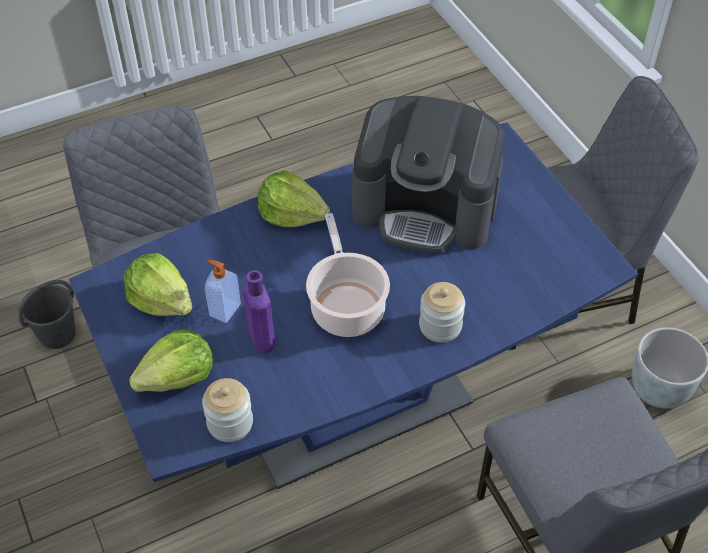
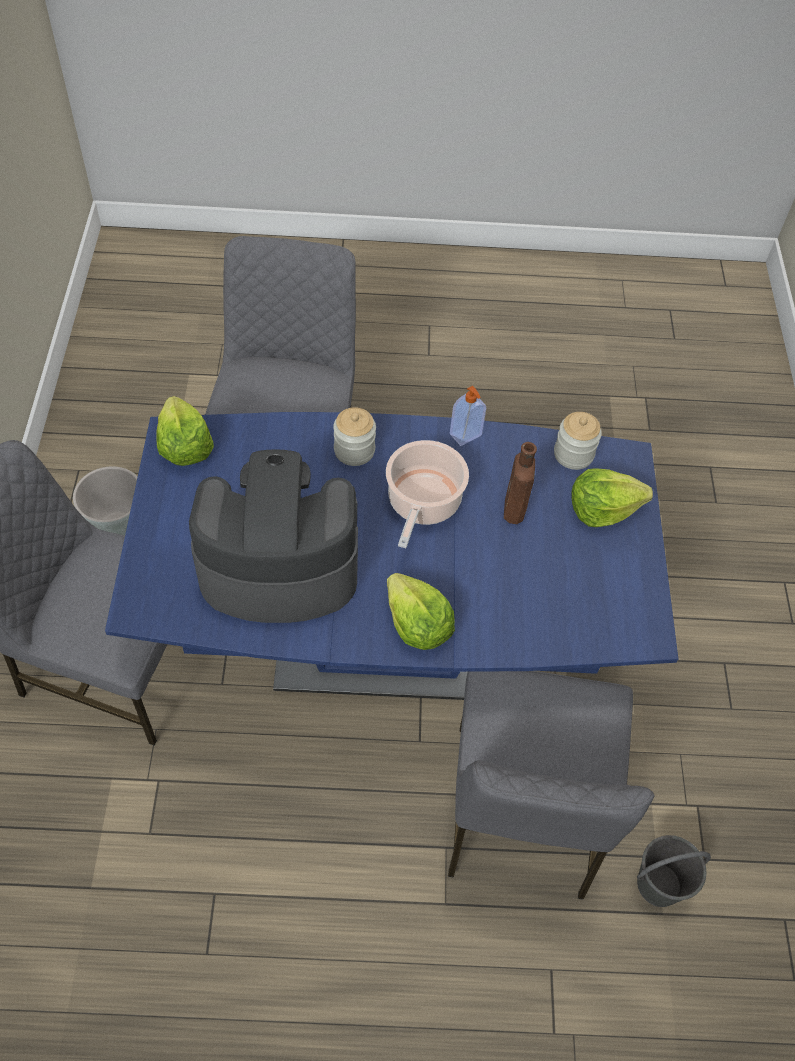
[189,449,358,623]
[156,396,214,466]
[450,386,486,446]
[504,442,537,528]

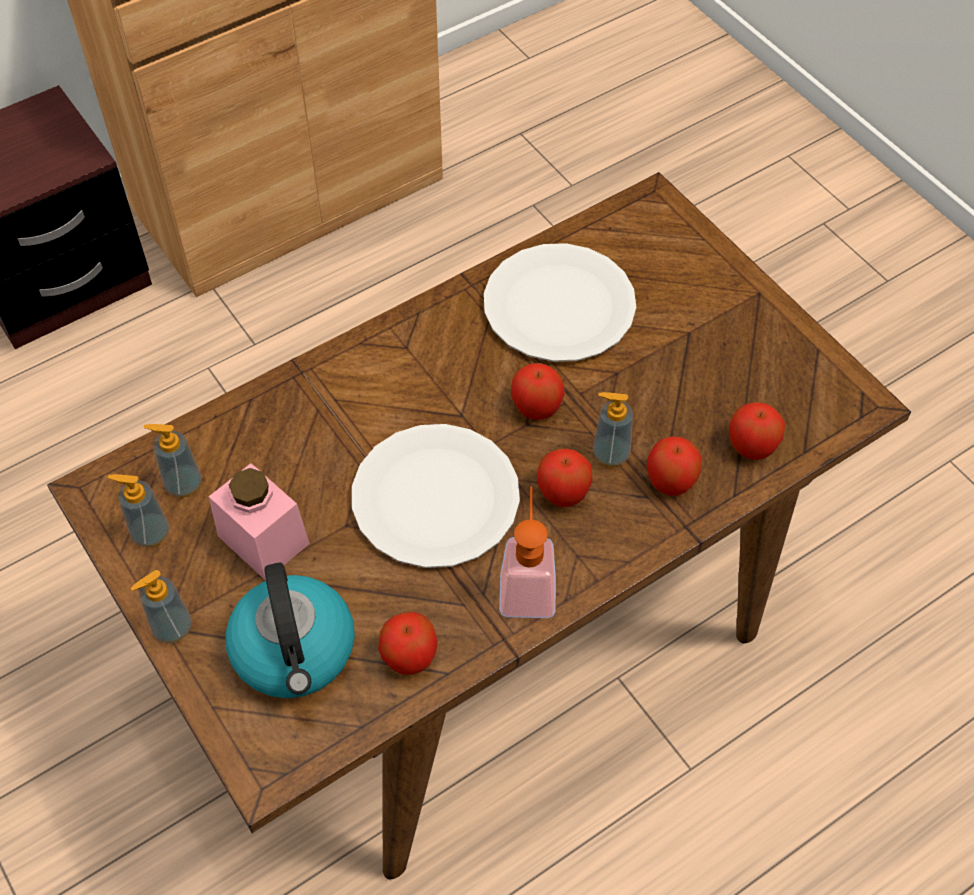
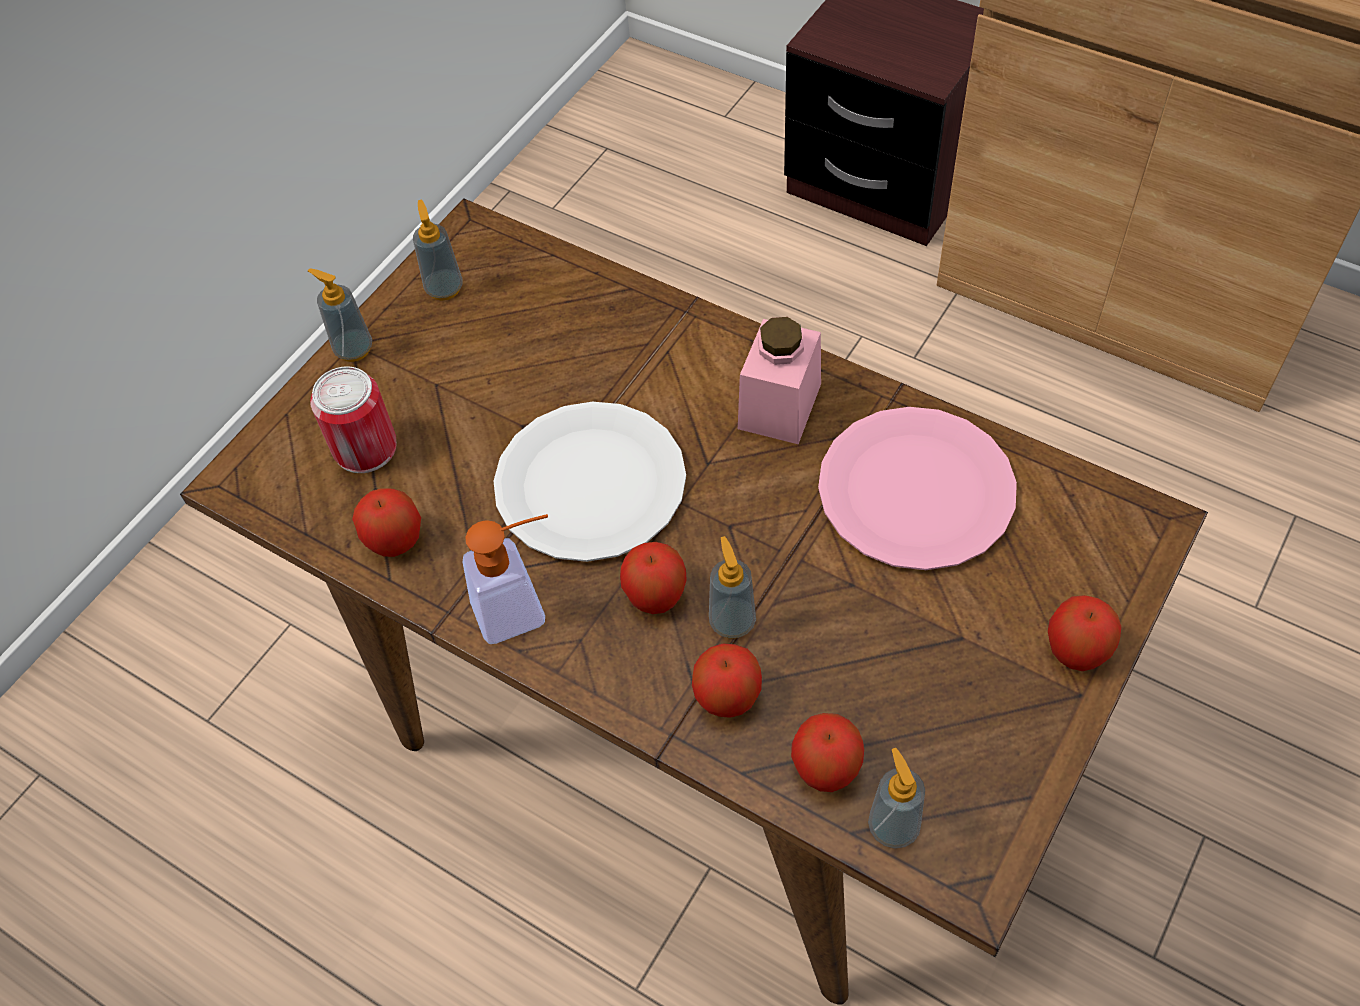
[818,407,1017,570]
[1048,595,1121,671]
[868,748,925,849]
[738,317,821,444]
[310,366,397,473]

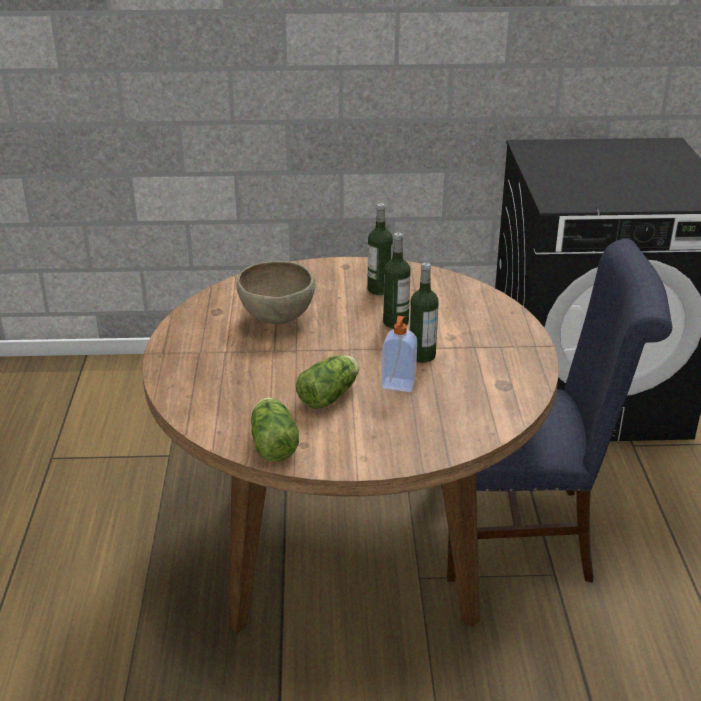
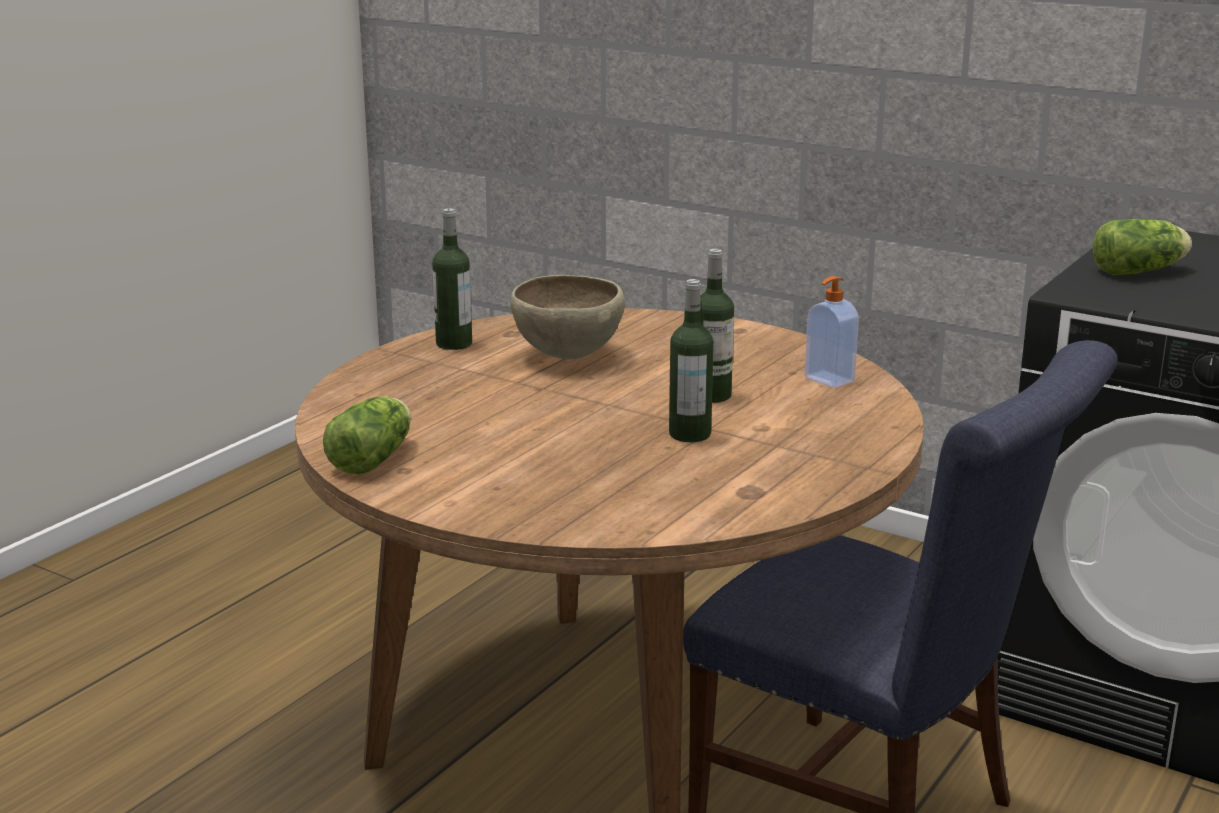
[432,208,472,350]
[805,276,859,388]
[1092,219,1192,276]

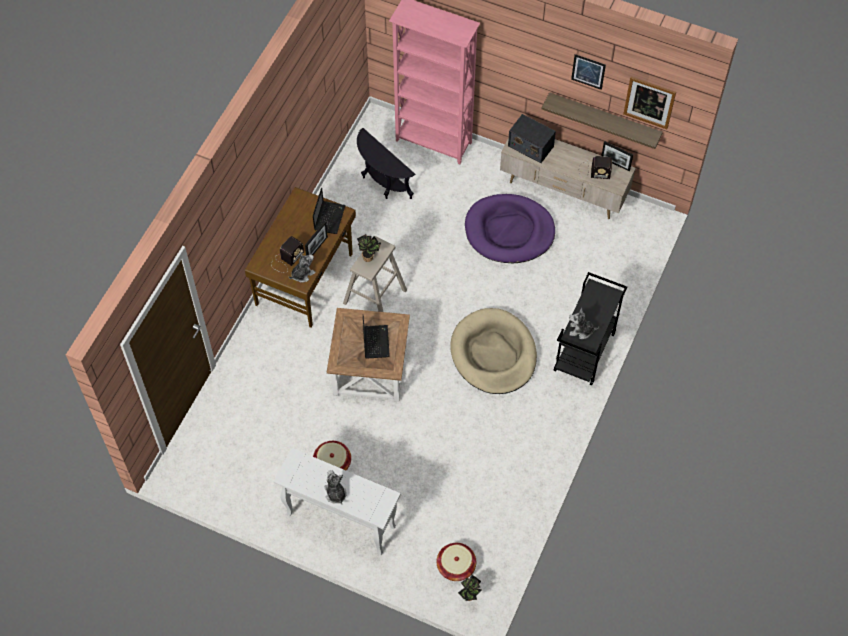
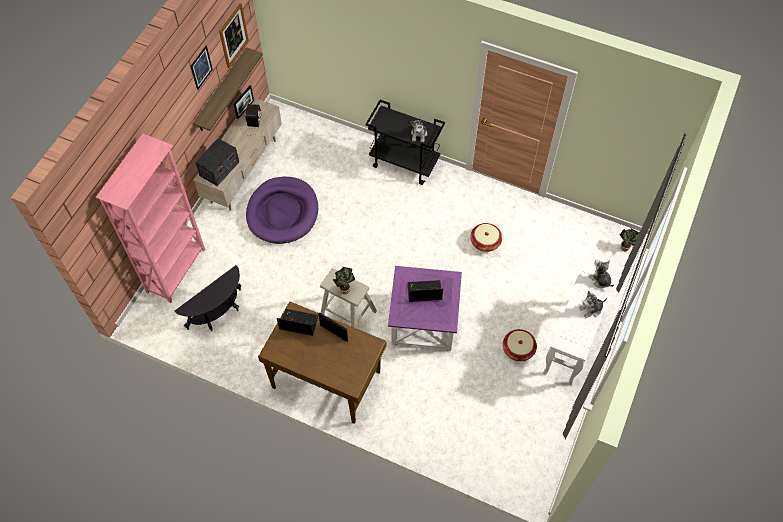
[270,236,304,273] (first image)
[588,260,614,288]
[388,266,462,351]
[450,308,537,394] (first image)
[470,223,502,252]

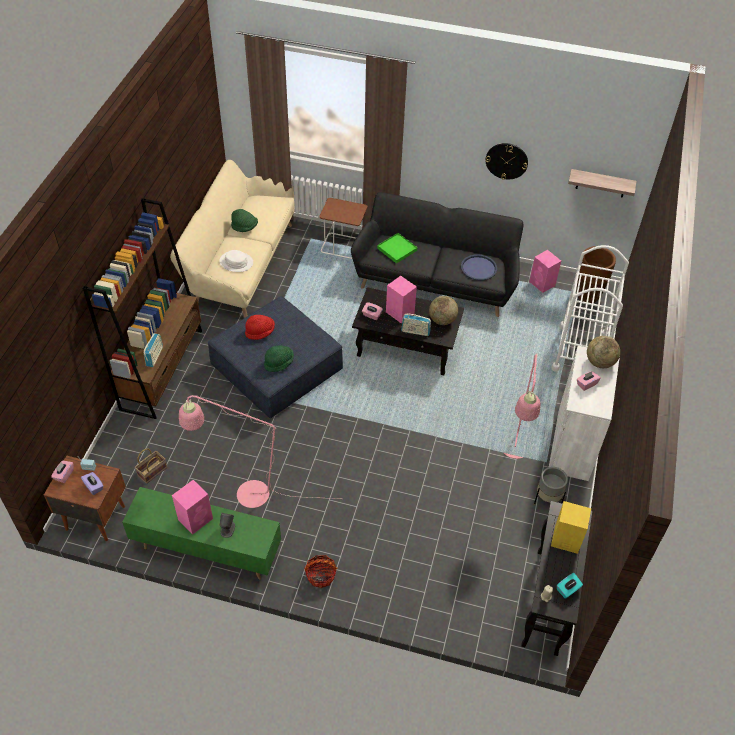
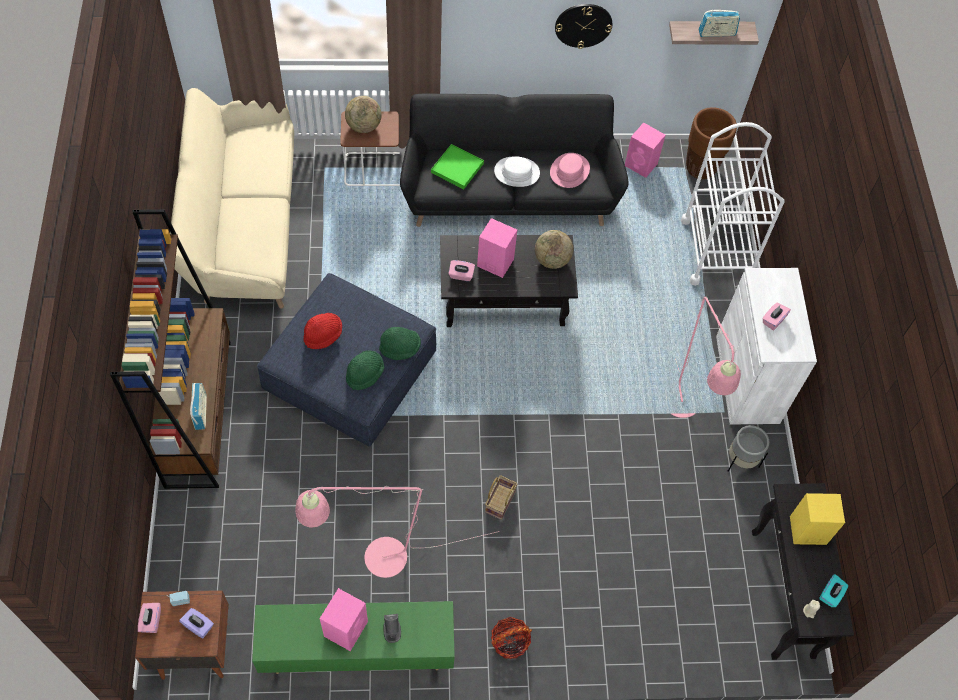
[379,327,421,360]
[494,157,540,187]
[550,153,590,188]
[699,10,740,37]
[345,96,382,133]
[485,475,517,520]

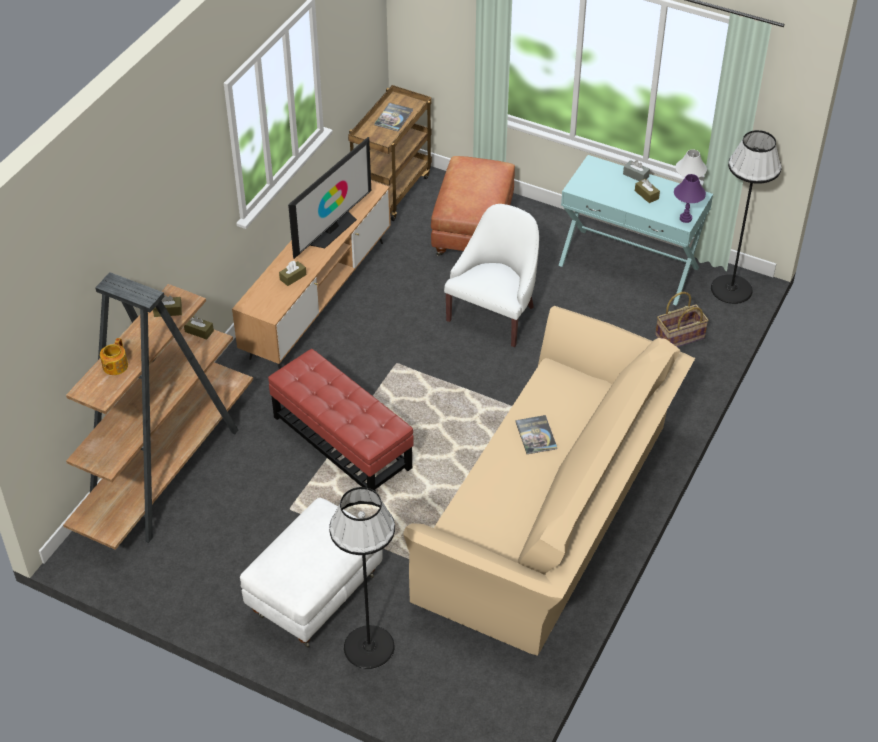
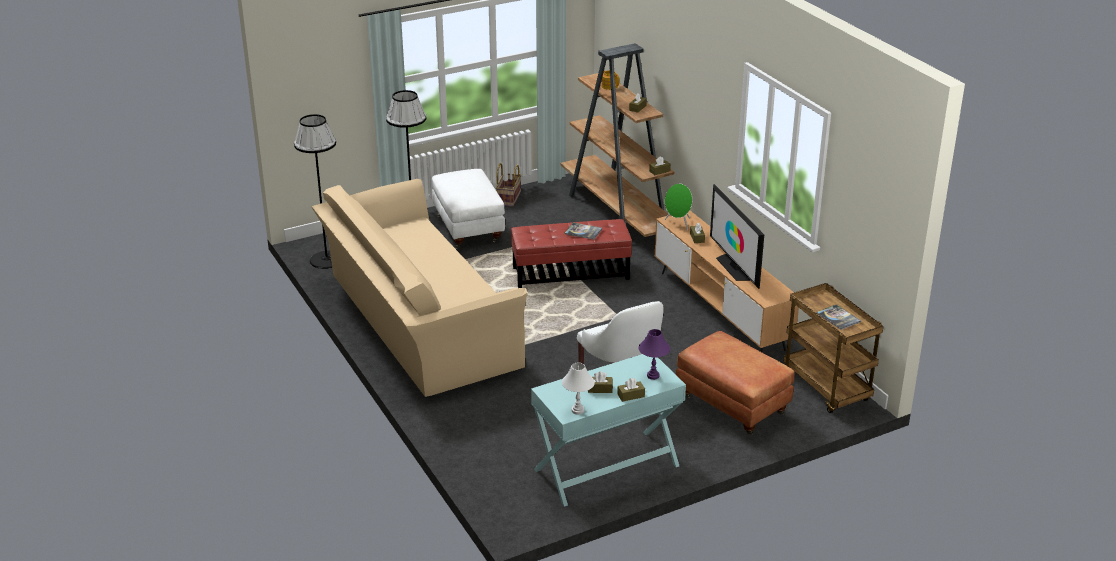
[294,114,336,269]
[617,378,645,402]
[639,329,670,380]
[496,163,521,207]
[565,223,602,240]
[665,184,692,231]

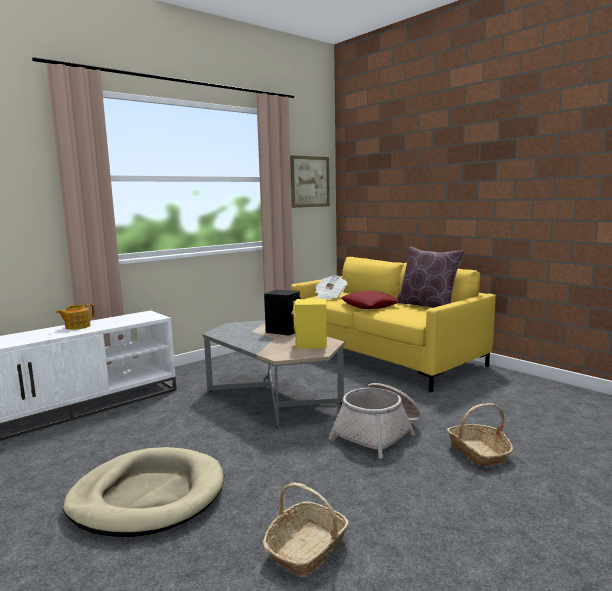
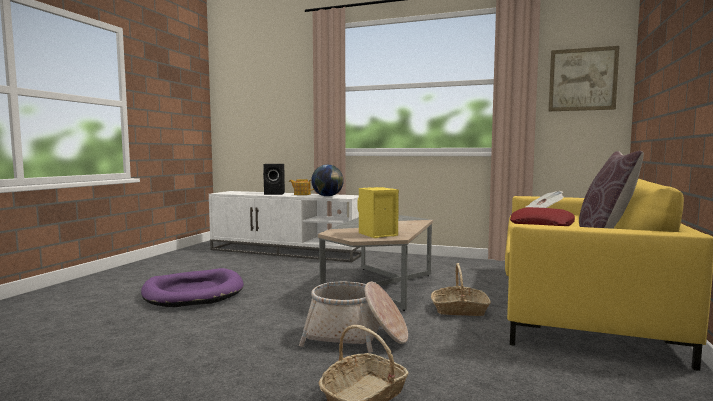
[263,164,285,195]
[141,268,244,307]
[431,263,491,316]
[311,165,344,197]

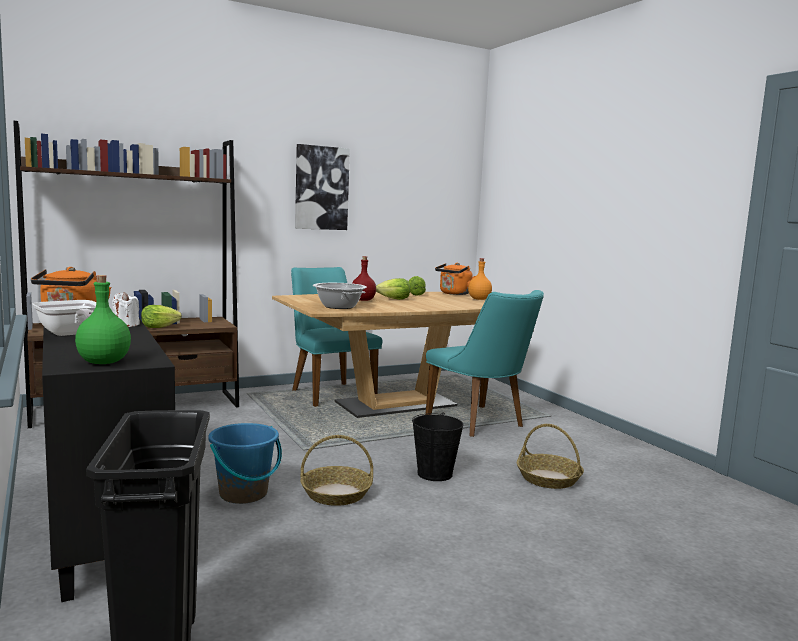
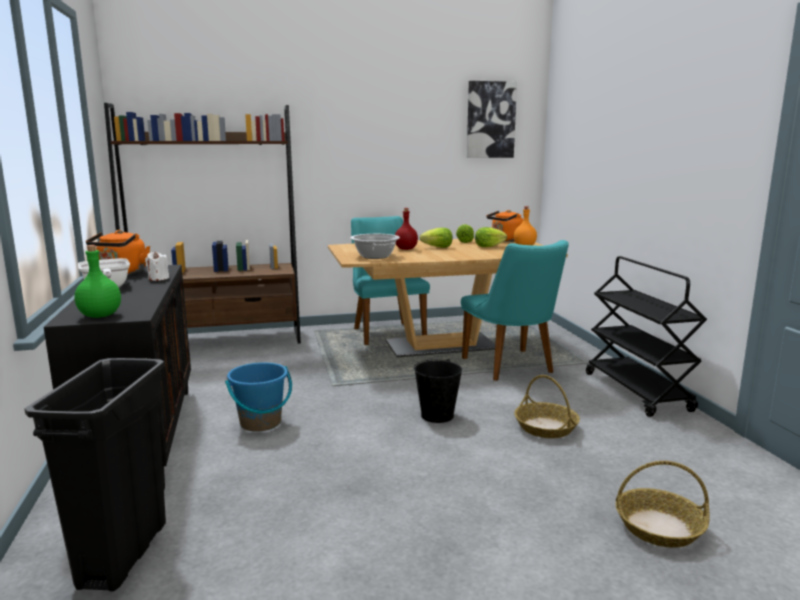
[467,81,517,158]
[475,227,507,247]
[616,461,710,548]
[586,256,707,417]

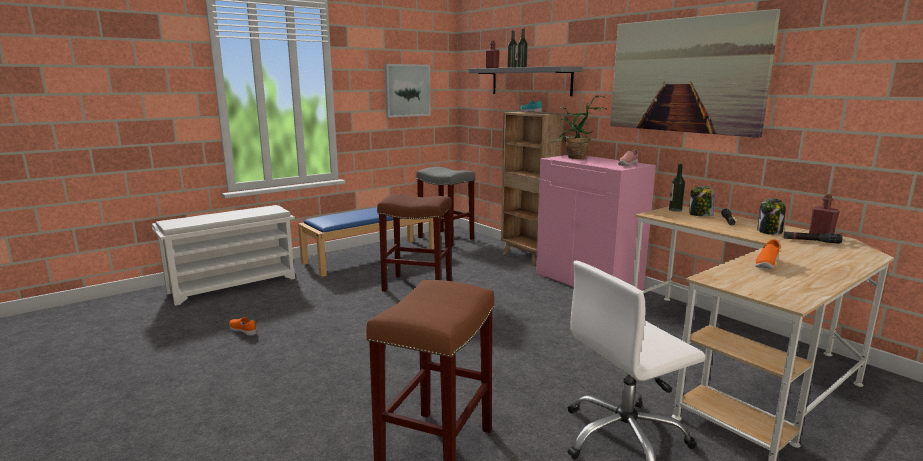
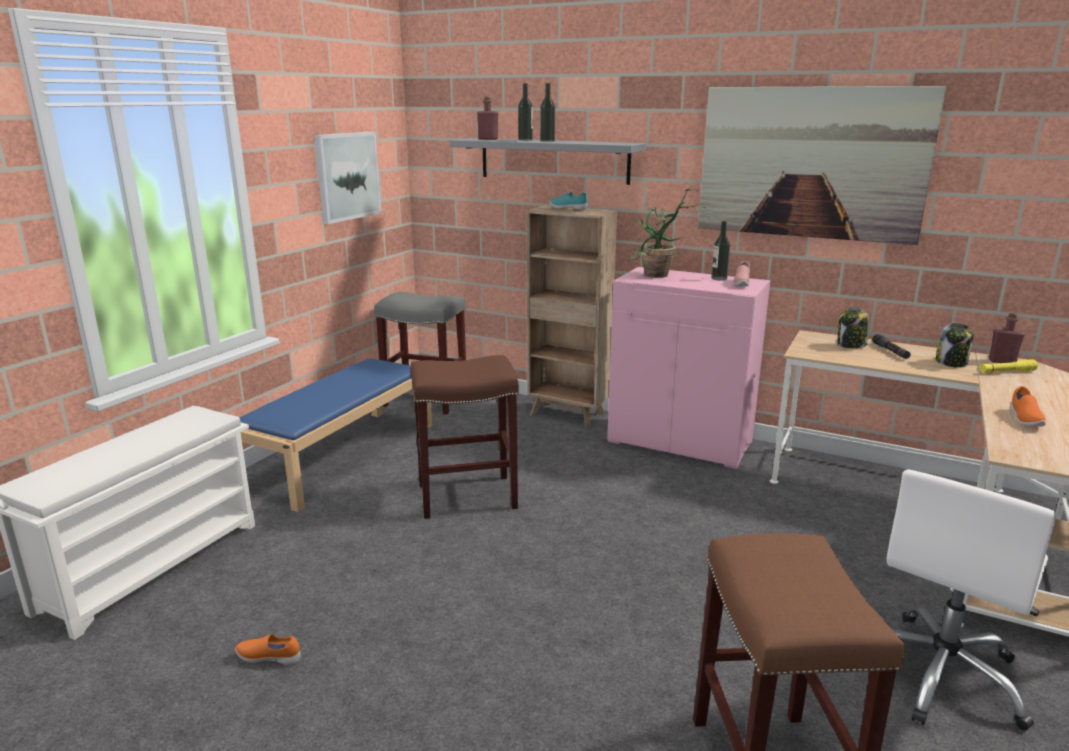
[711,221,730,281]
[979,359,1038,373]

